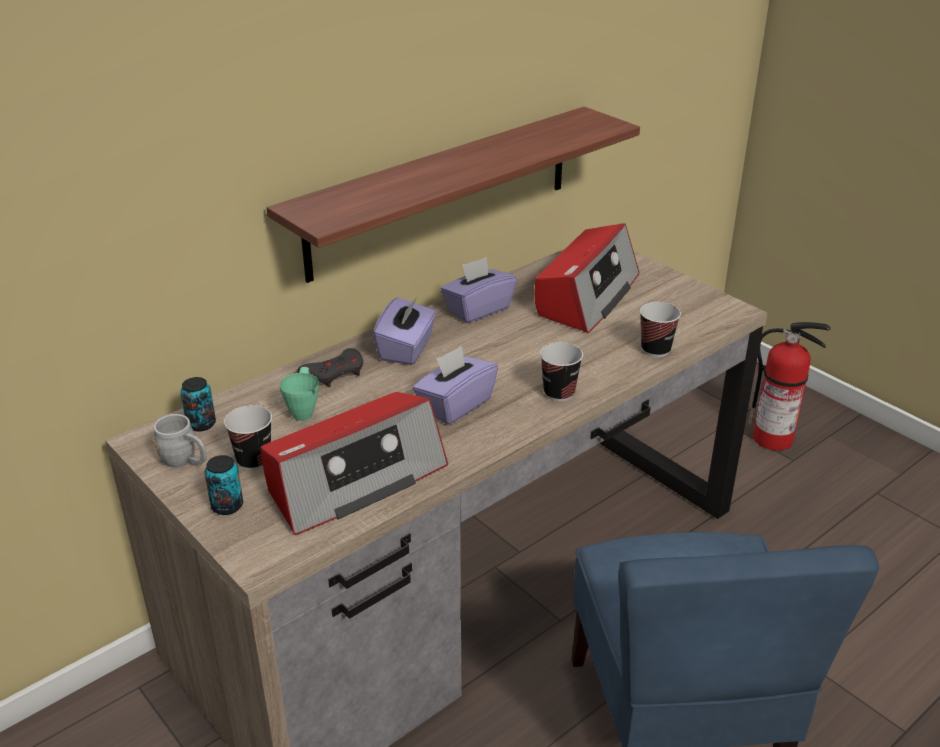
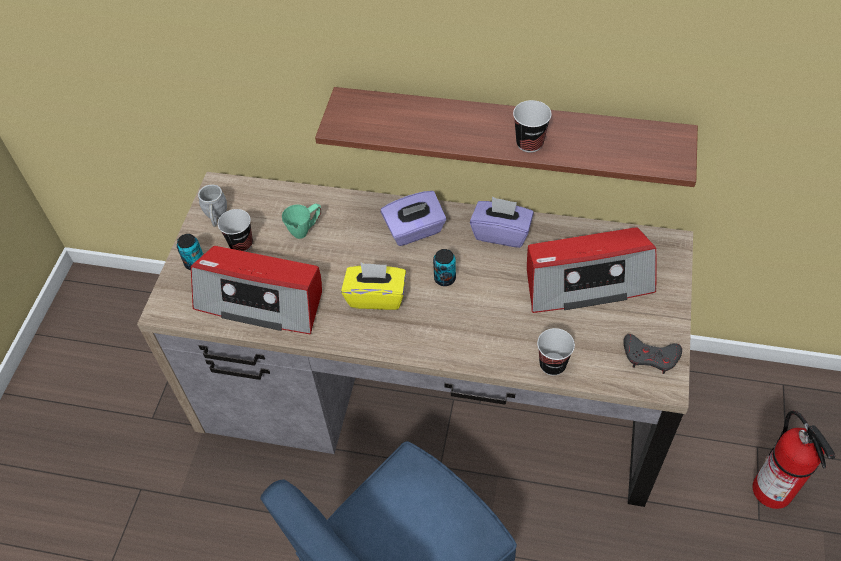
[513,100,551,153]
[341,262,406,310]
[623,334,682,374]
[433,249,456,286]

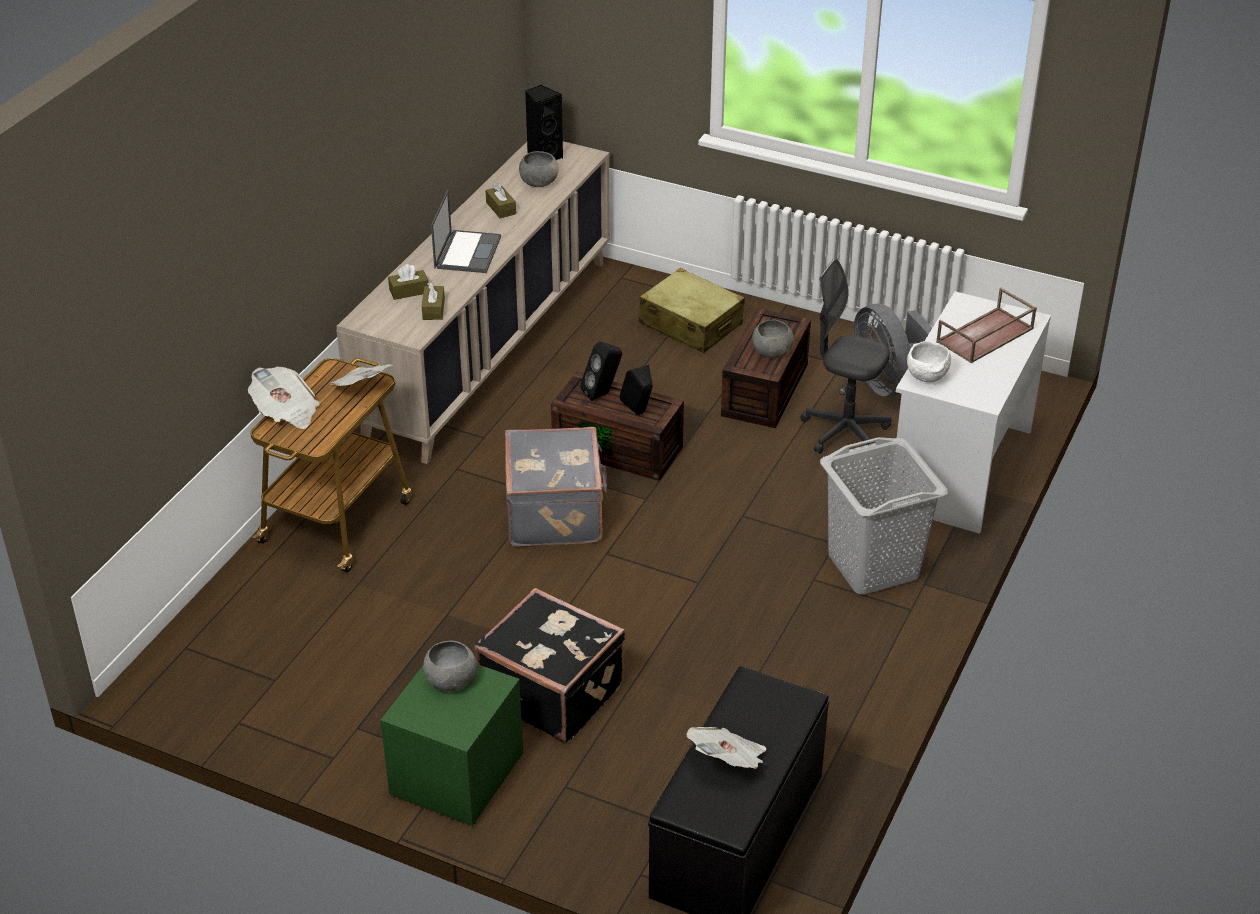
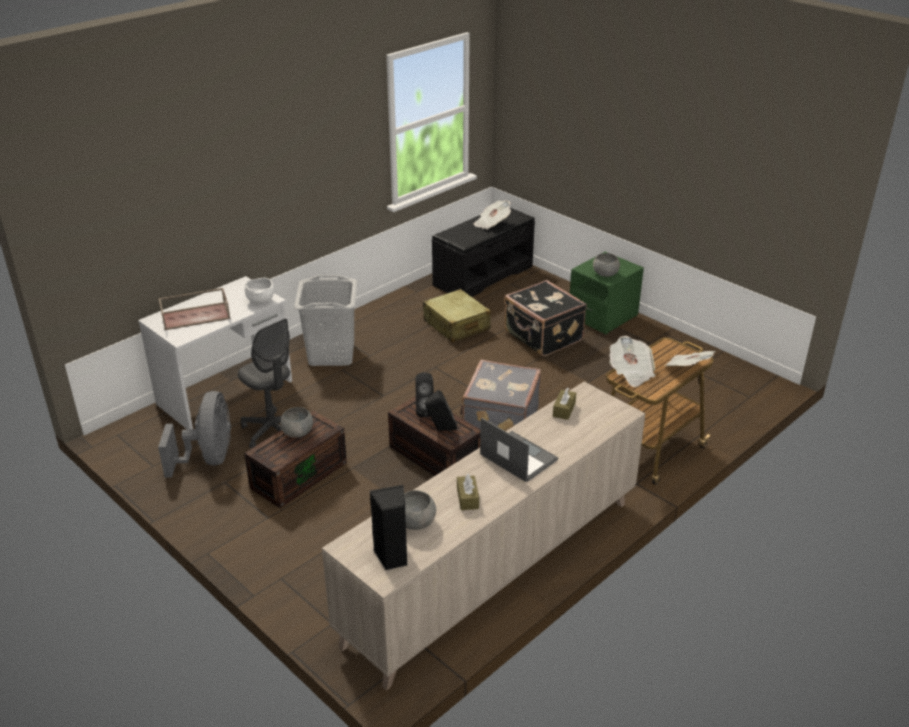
[480,417,558,482]
[388,264,429,300] (first image)
[423,289,491,342]

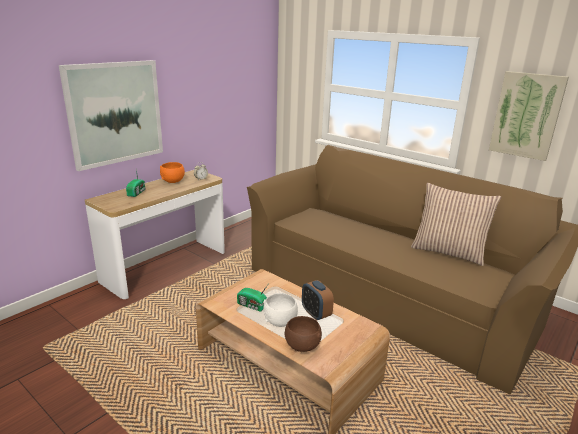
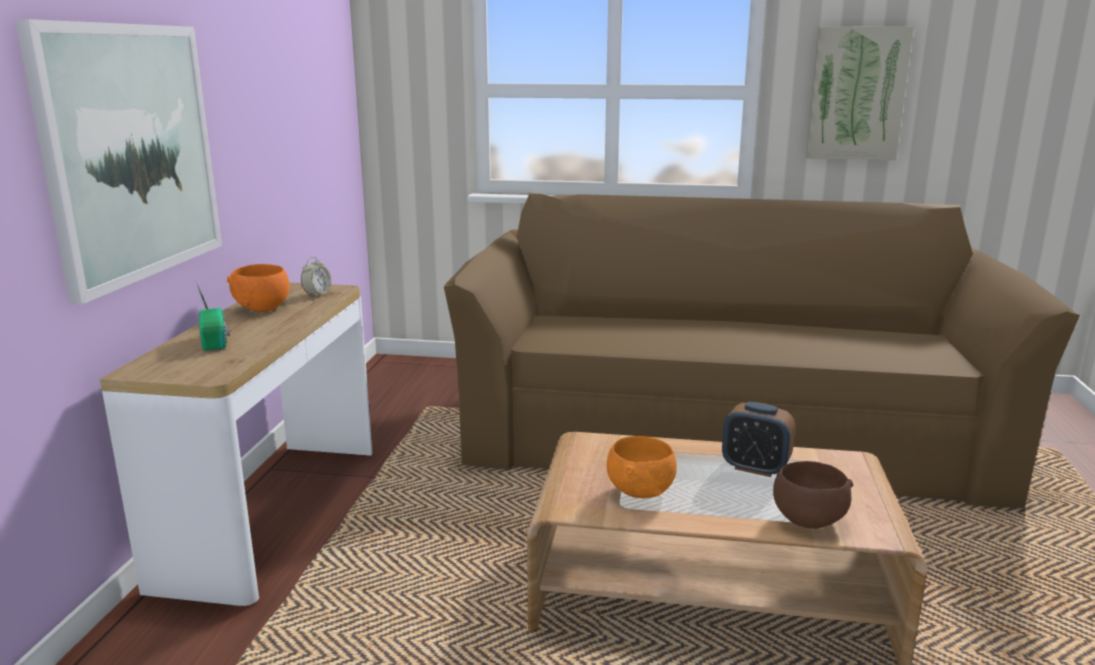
[411,183,501,266] (first image)
[607,436,677,498]
[263,293,298,327] (first image)

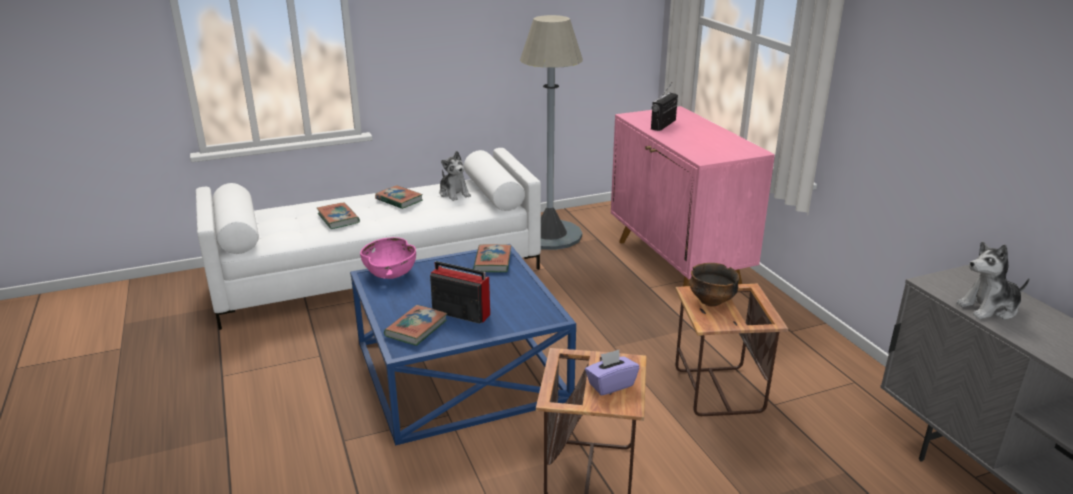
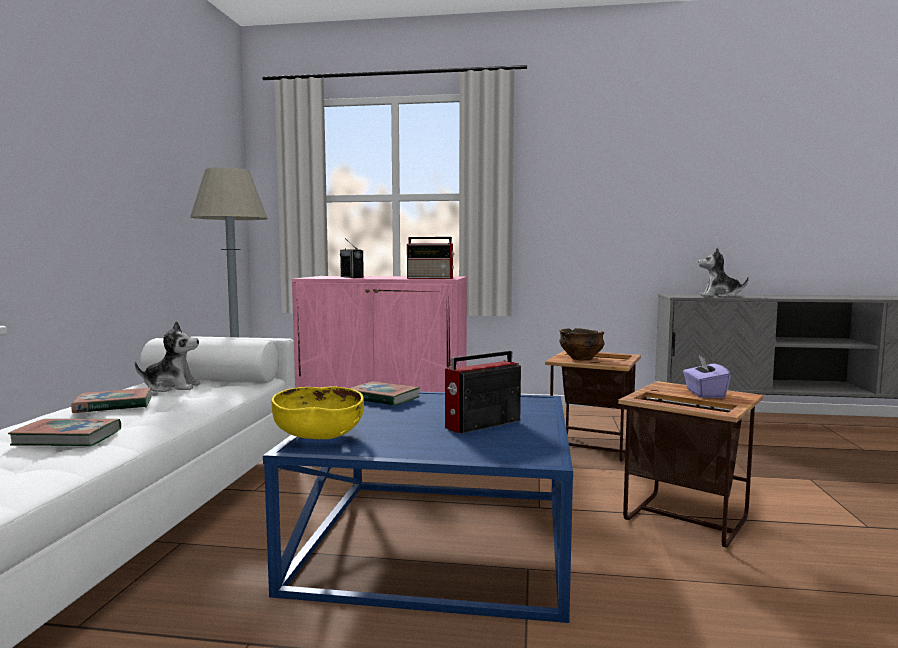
[271,387,364,439]
[698,247,749,297]
[384,305,447,346] (first image)
[407,237,454,279]

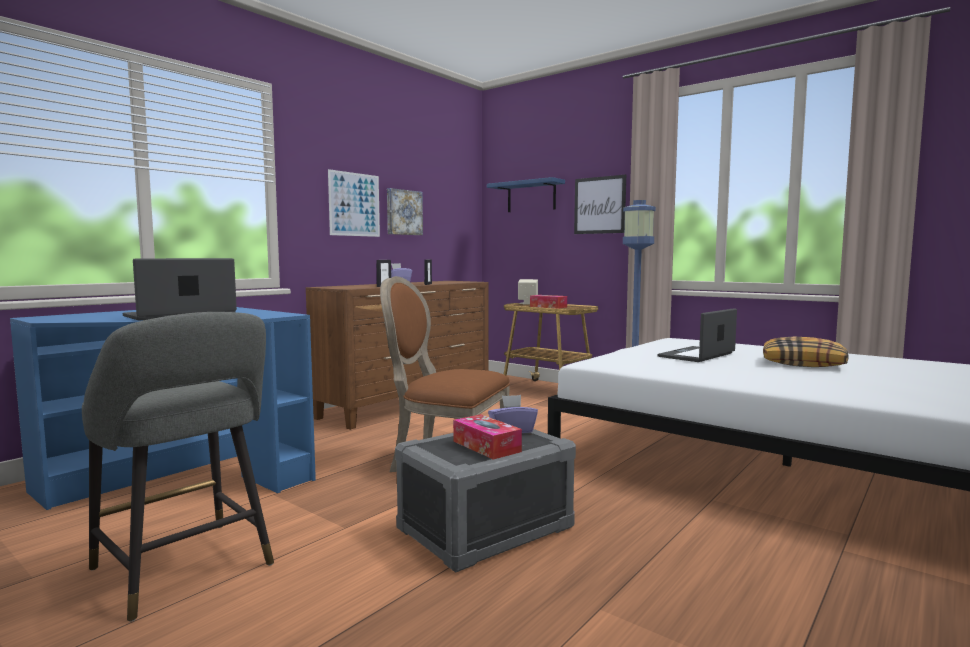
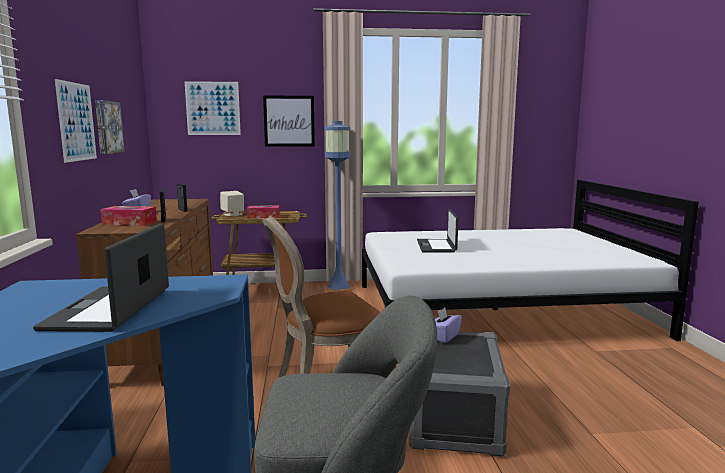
[185,81,241,135]
[763,337,849,367] (first image)
[100,206,157,226]

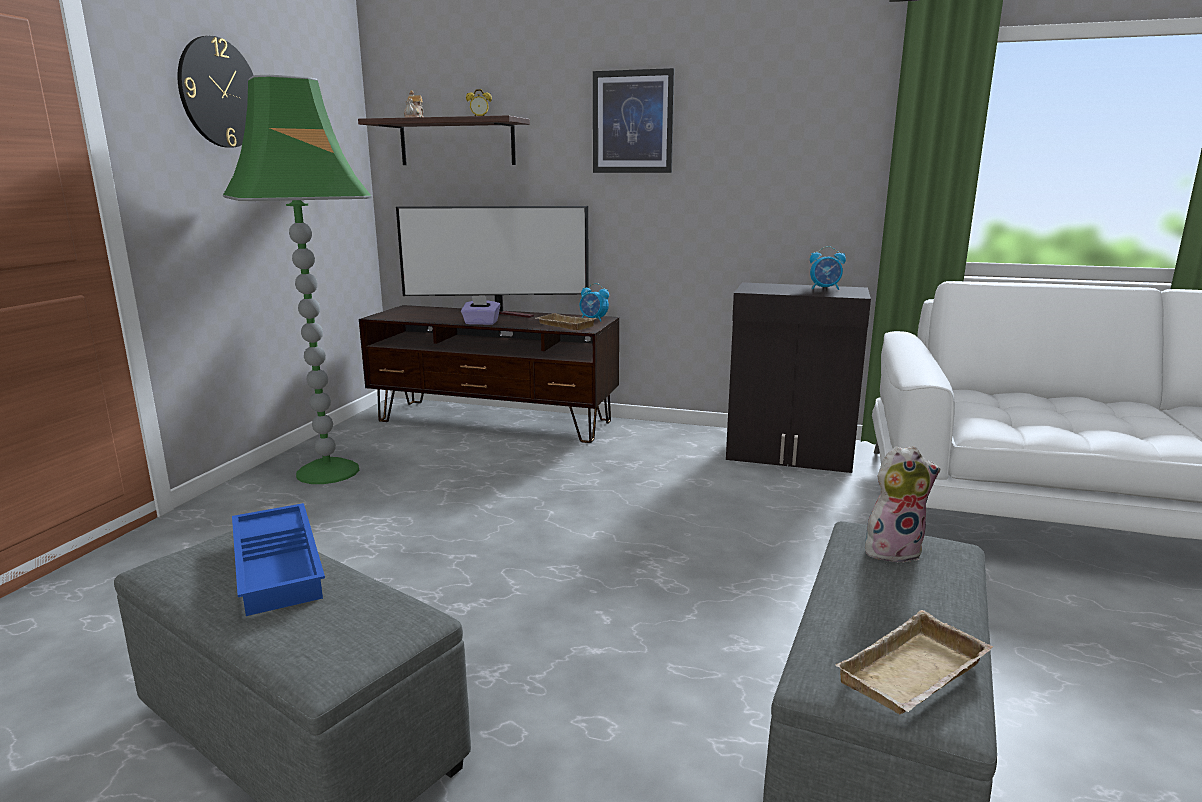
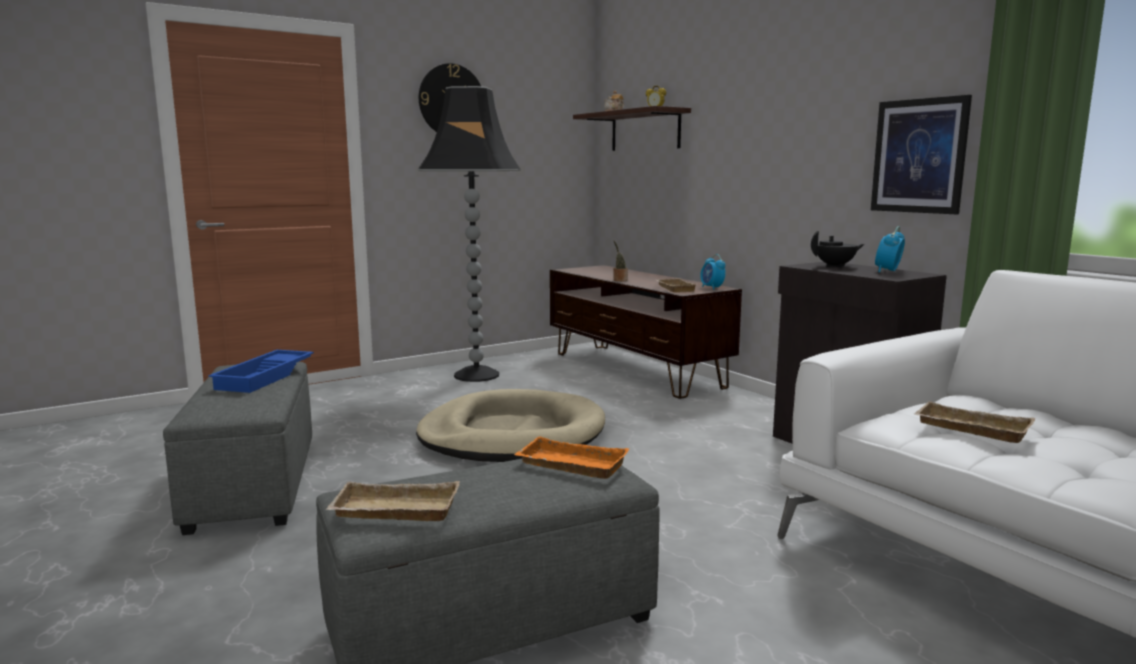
[871,95,972,214]
[418,86,521,382]
[396,206,589,318] (first image)
[875,226,905,273]
[613,240,628,282]
[514,436,629,479]
[811,231,864,268]
[416,389,605,462]
[914,401,1036,443]

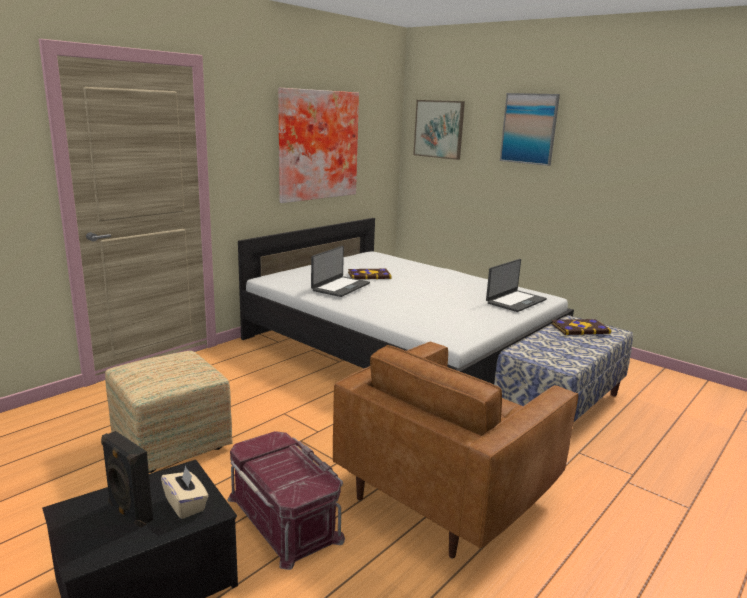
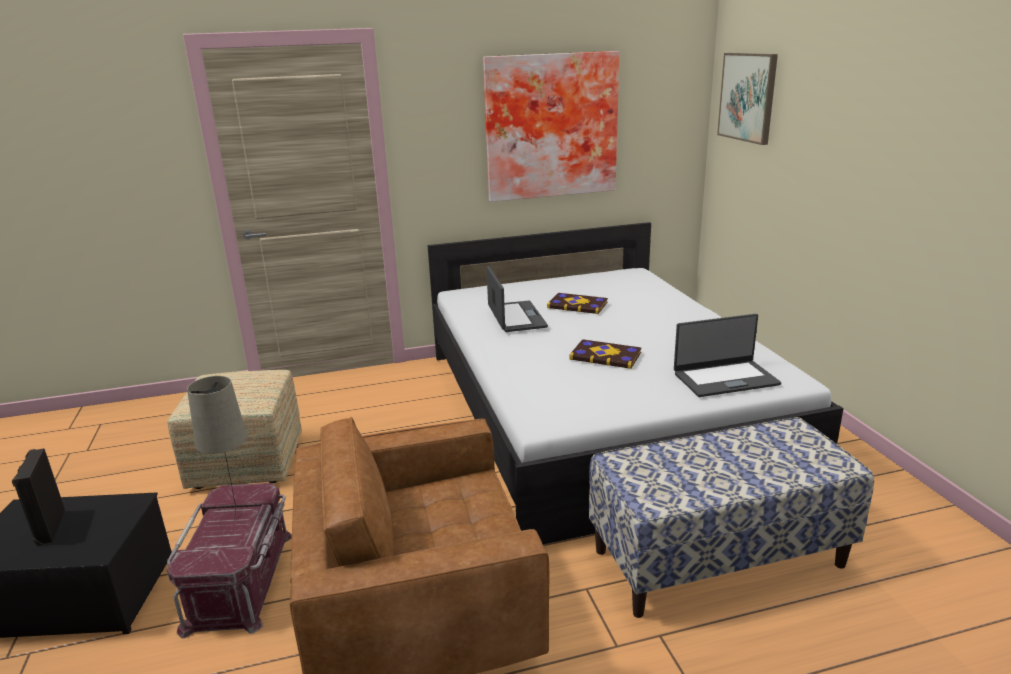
[500,93,560,166] (first image)
[486,266,548,332]
[569,339,641,369]
[161,466,208,519] (first image)
[187,376,247,520]

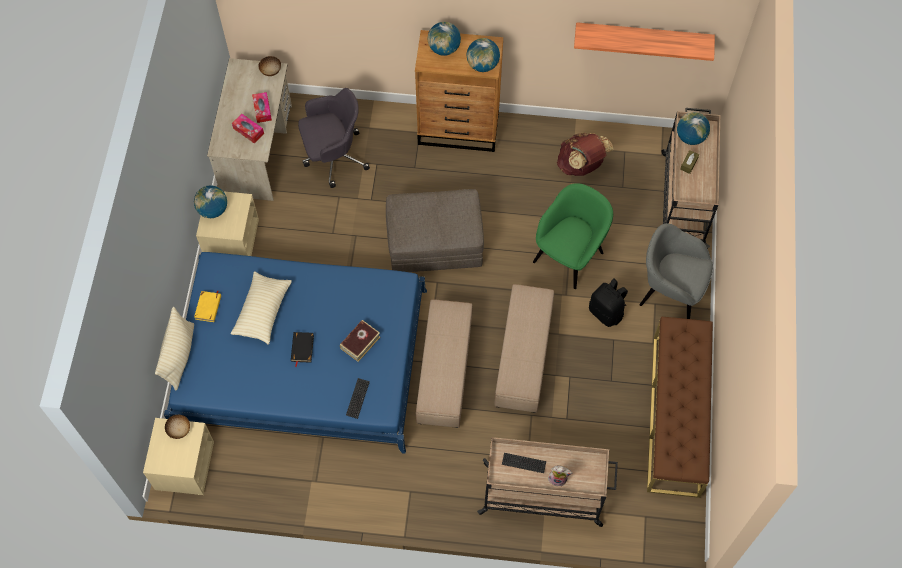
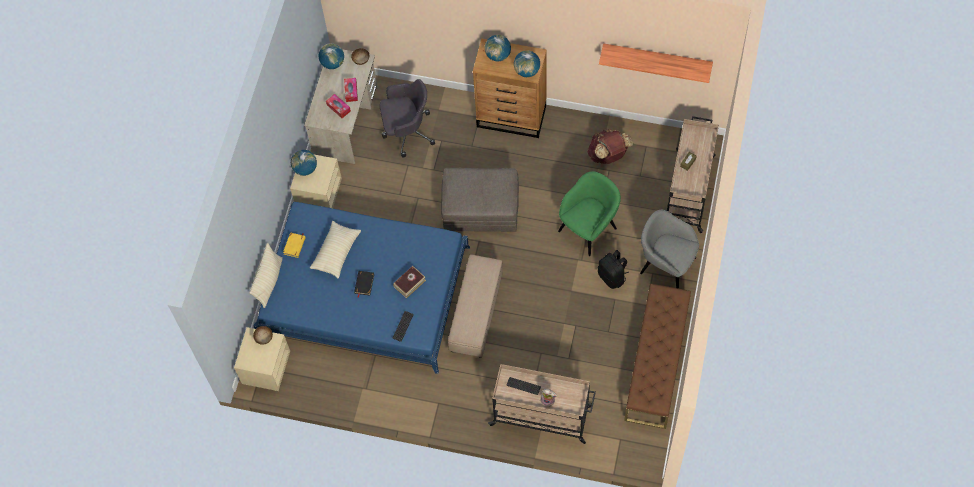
[319,43,344,69]
[494,284,554,413] (first image)

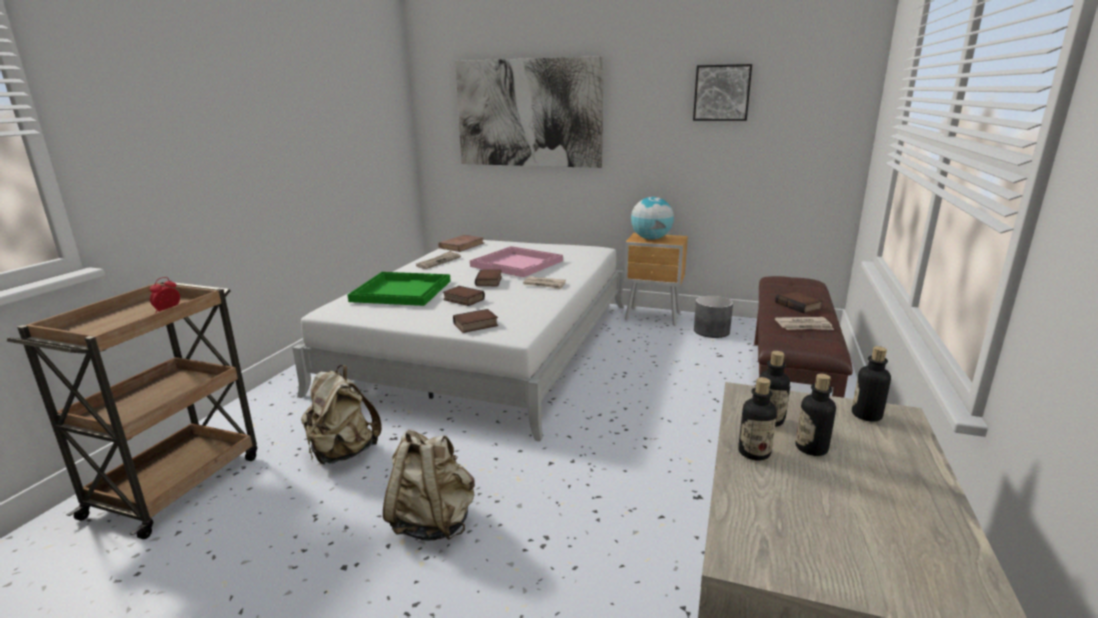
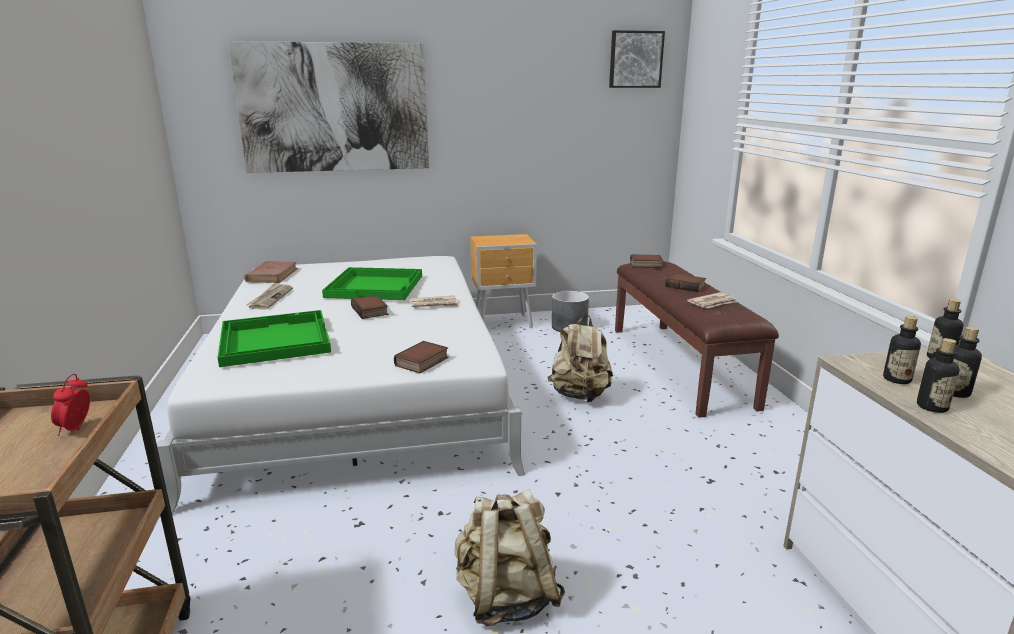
[609,30,665,88]
[631,197,674,240] (first image)
[322,267,422,300]
[630,254,663,268]
[547,315,613,402]

